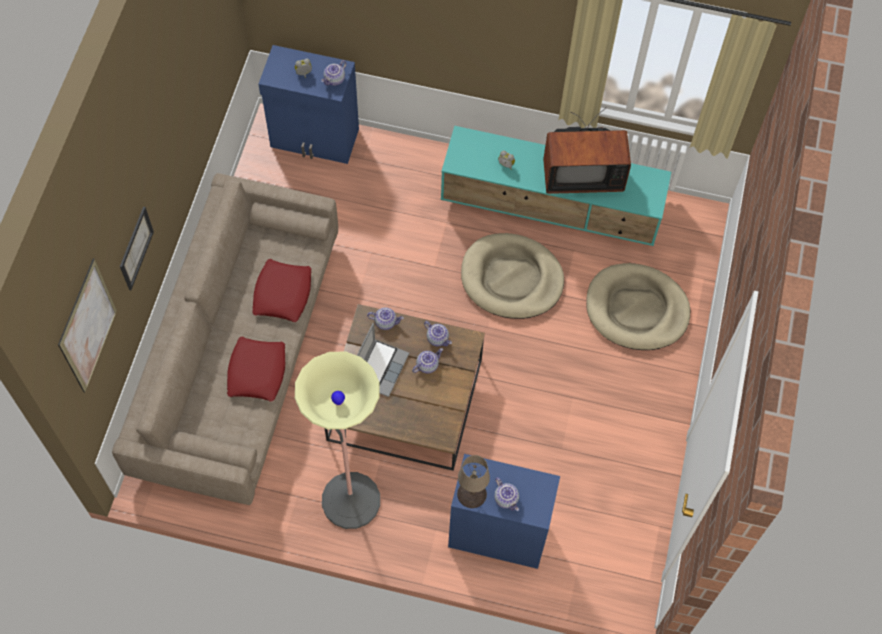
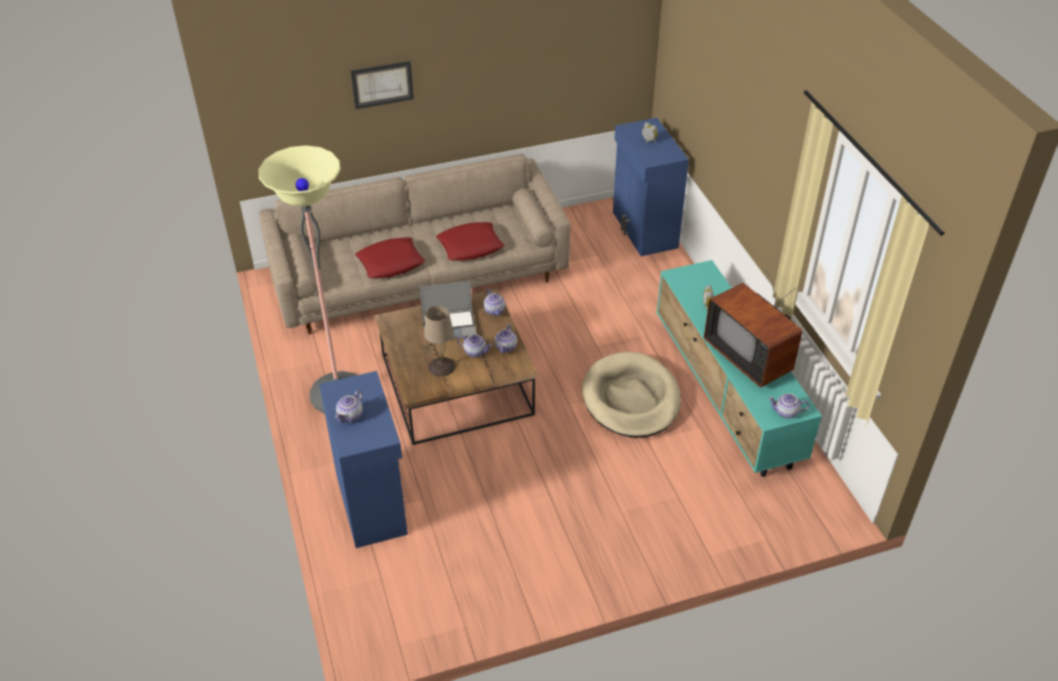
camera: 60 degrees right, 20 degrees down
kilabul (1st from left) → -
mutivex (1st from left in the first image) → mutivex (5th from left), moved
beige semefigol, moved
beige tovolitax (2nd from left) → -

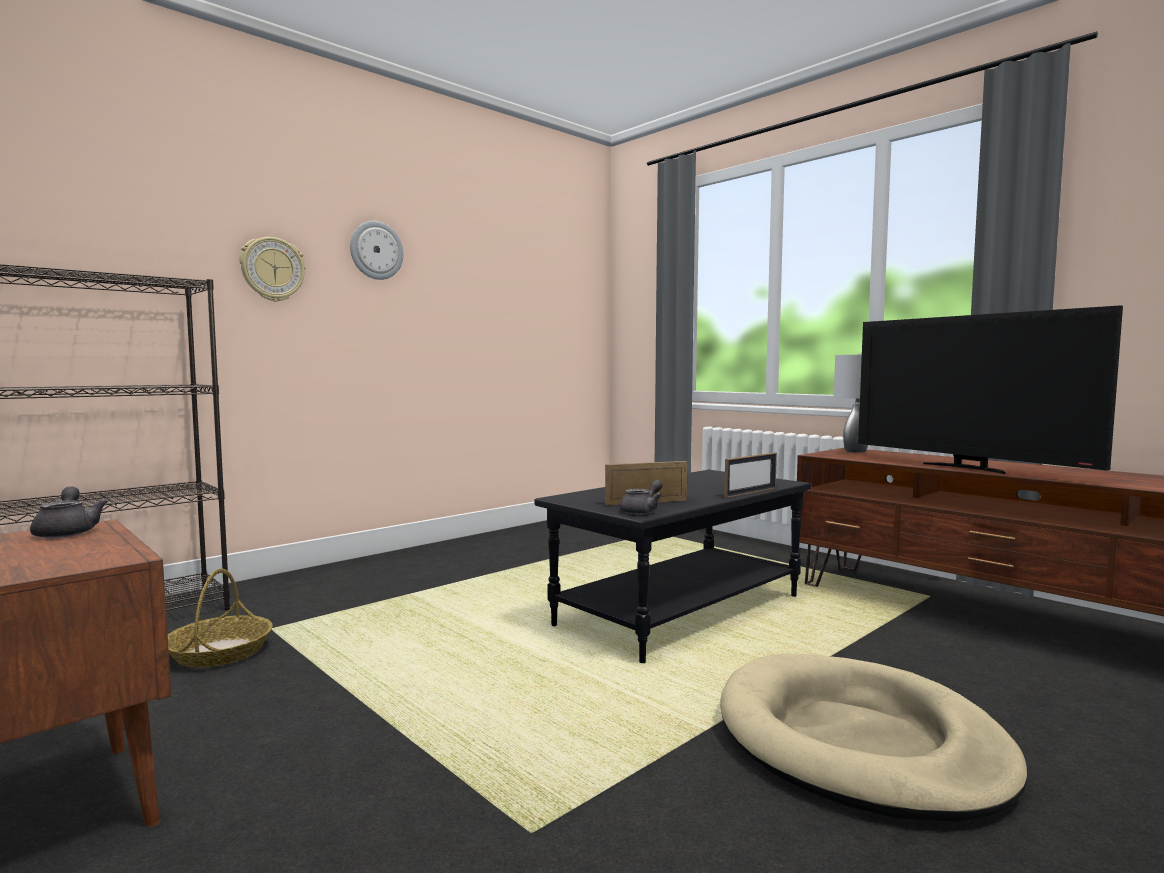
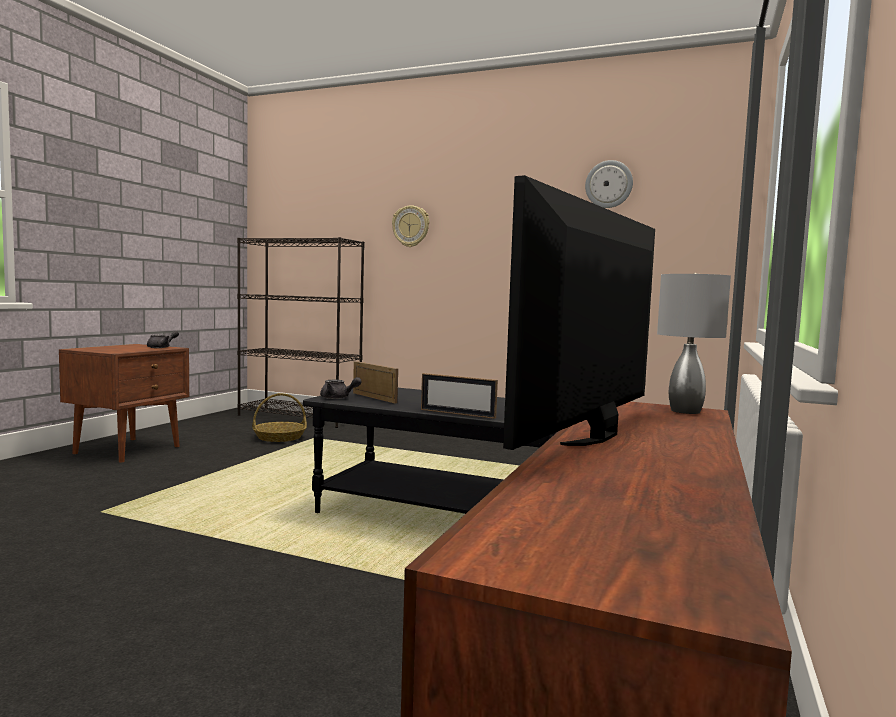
camera: 65 degrees right, 0 degrees up
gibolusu (2nd from left), moved
beige tovolitax → -

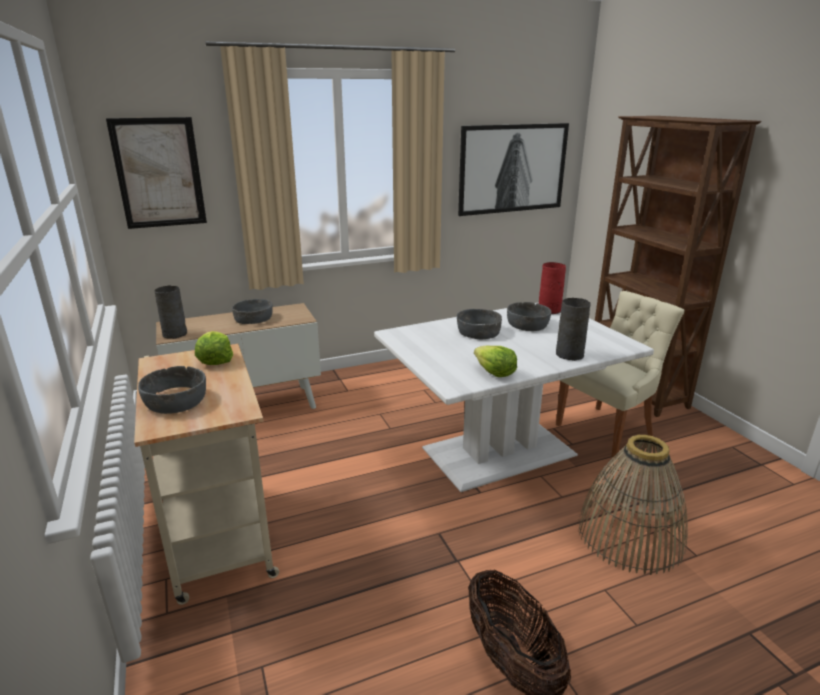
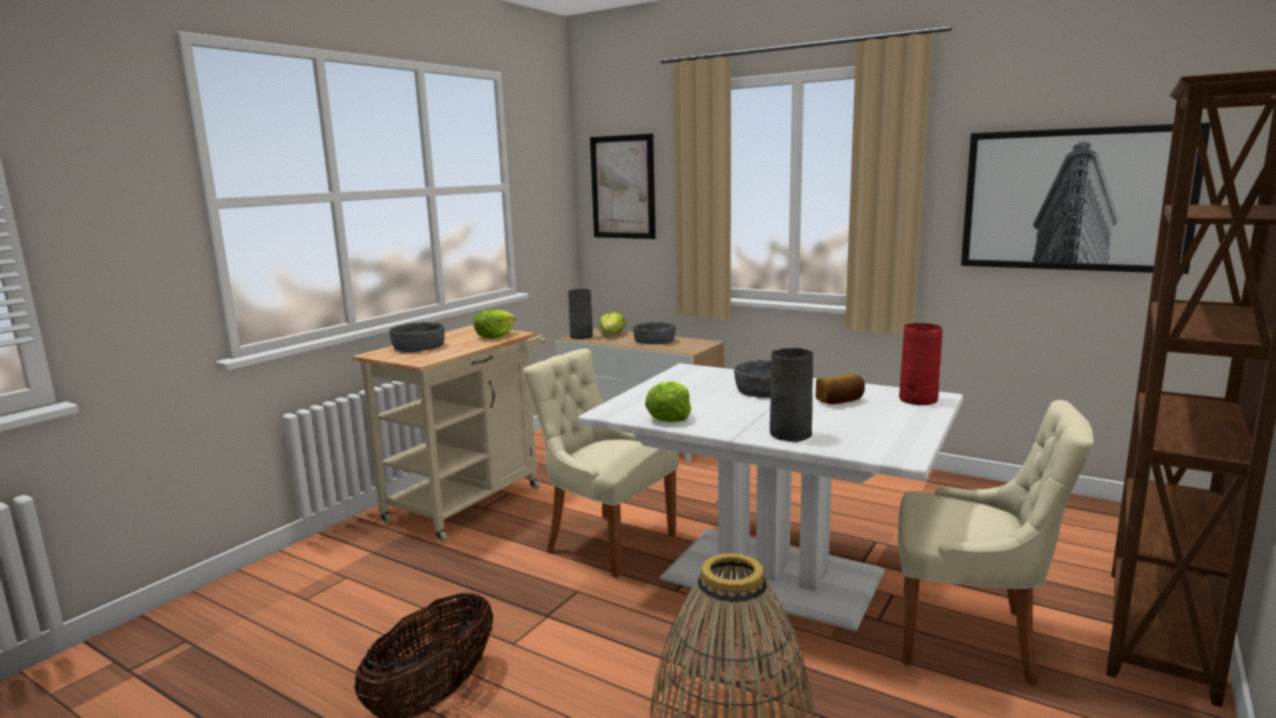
camera: 55 degrees right, 10 degrees down
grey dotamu (4th from left) → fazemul
- → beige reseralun (1st from left)
- → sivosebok (2nd from left)

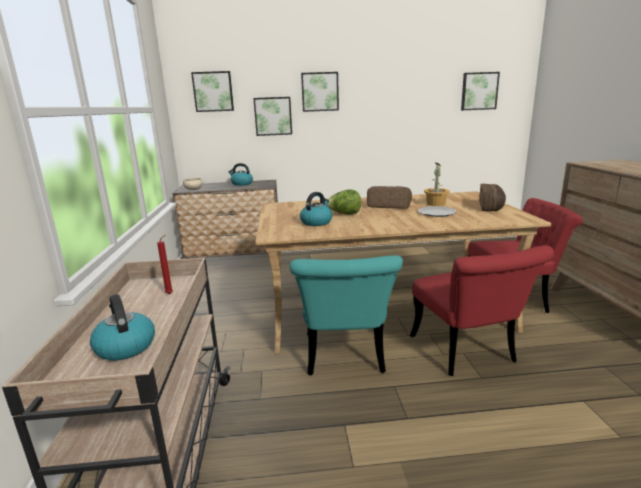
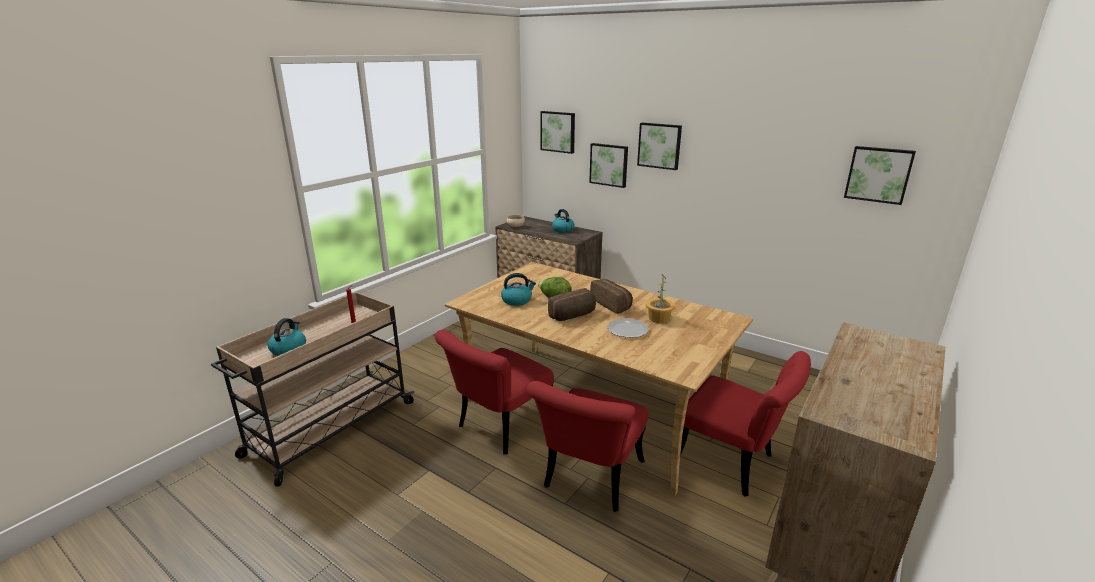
camera: 40 degrees right, 5 degrees up
turquoise reseralun → red reseralun (1st from left)
fazemul (2nd from left in the first image) → fazemul (1st from left), moved

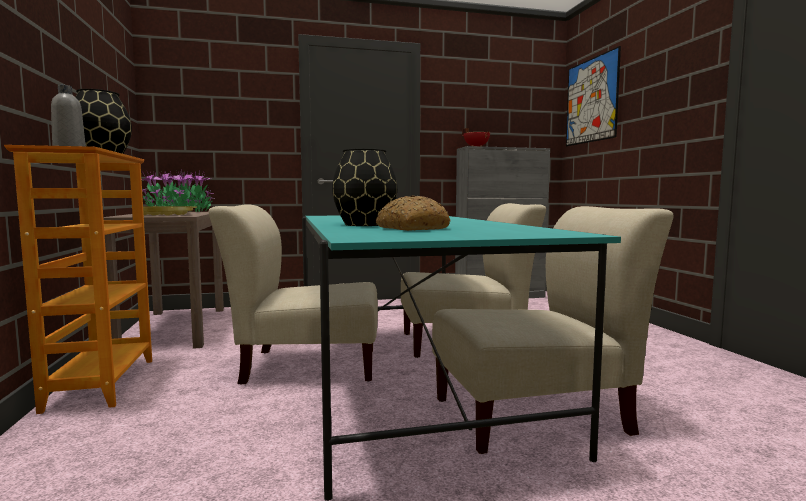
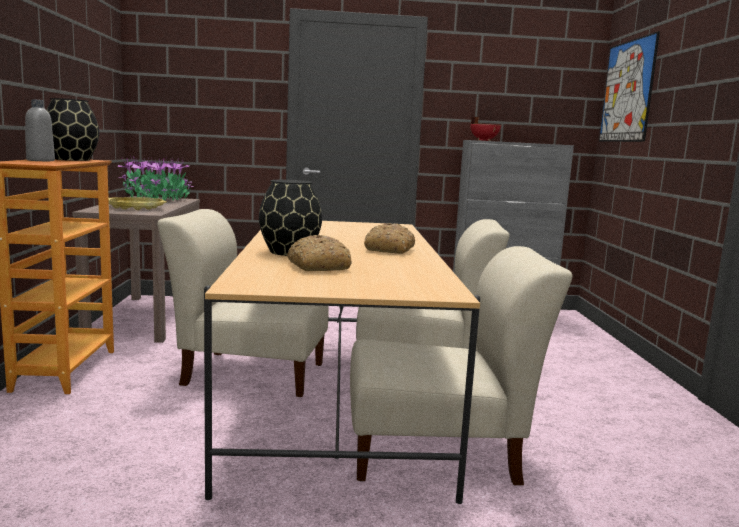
camera: 10 degrees right, 5 degrees up
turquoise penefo → beige penefo
- → fazemul (2nd from left)

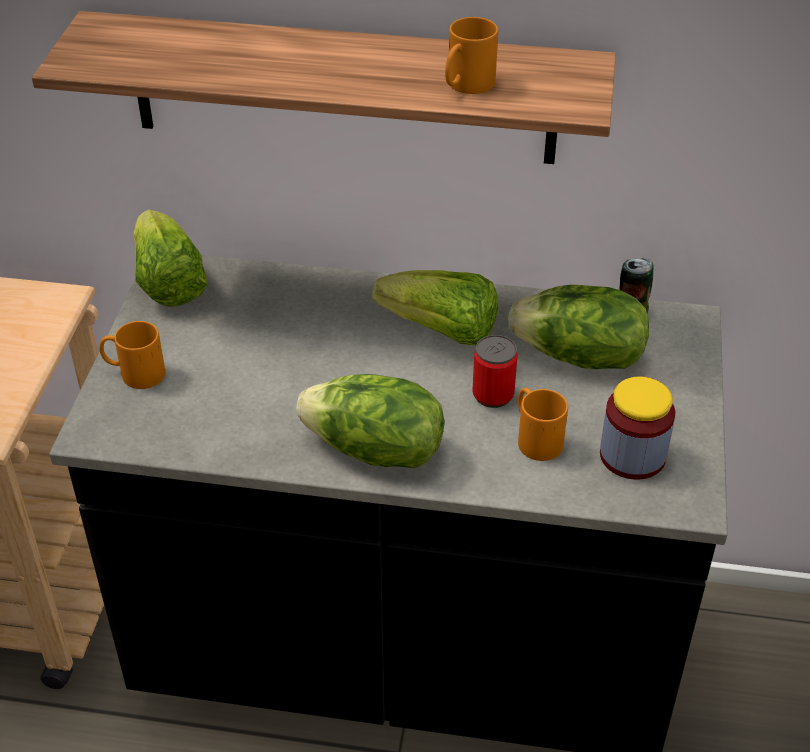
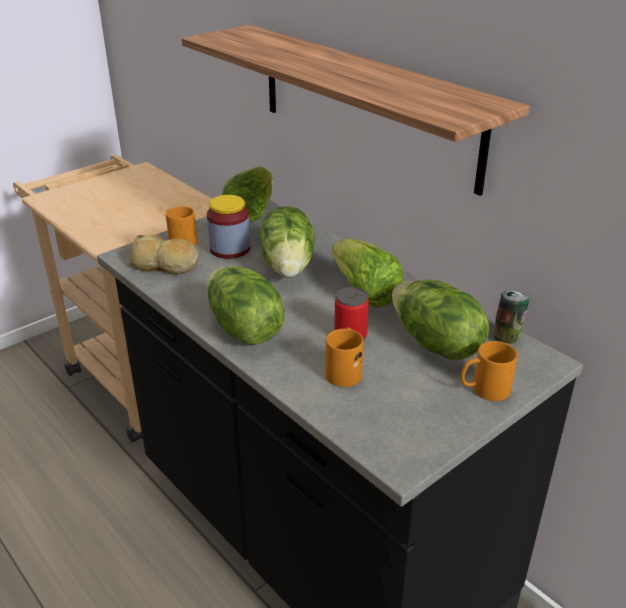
camera: 40 degrees right, 10 degrees down
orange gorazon (2nd from left in the first image) → orange gorazon (3rd from left), moved
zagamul, moved
- → fazemul
- → sivosebok (3rd from left)

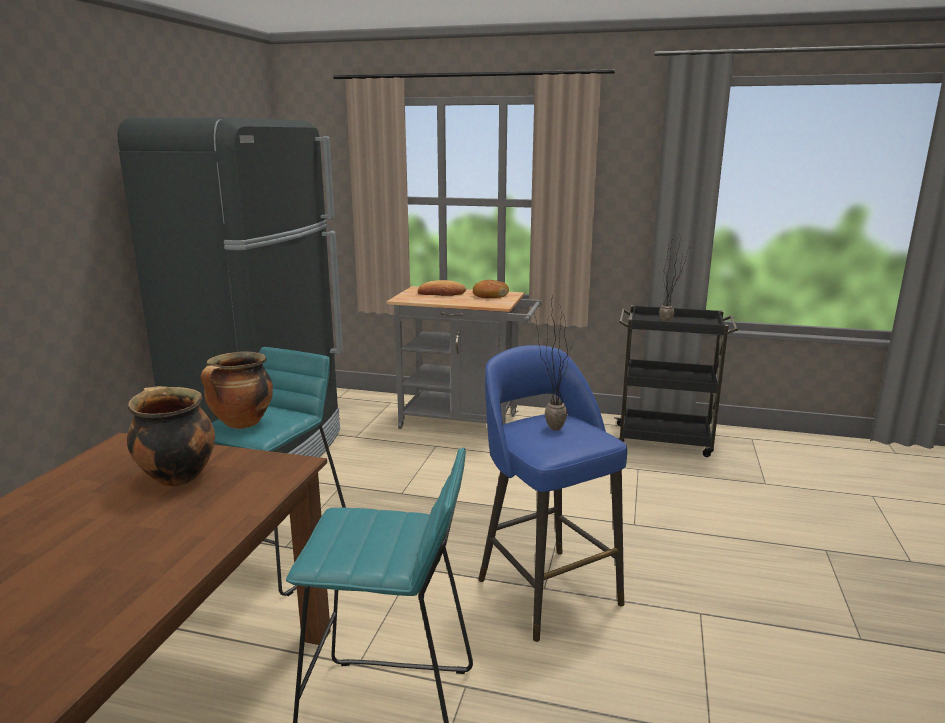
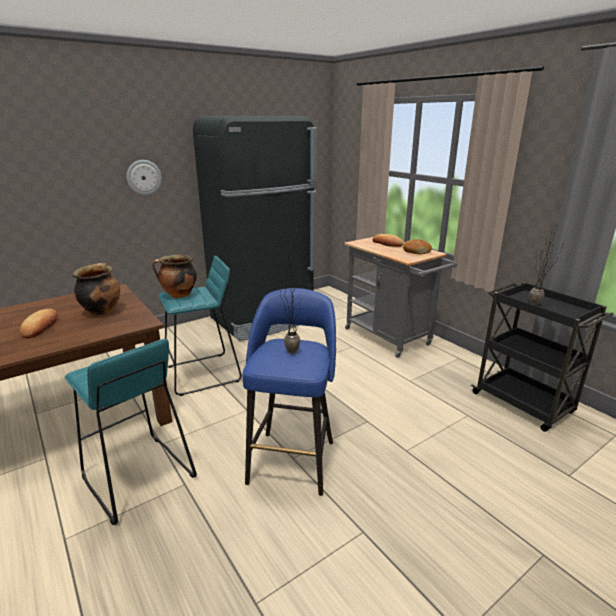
camera: 40 degrees right, 5 degrees up
- → fazemul (1st from left)
- → gibolusu

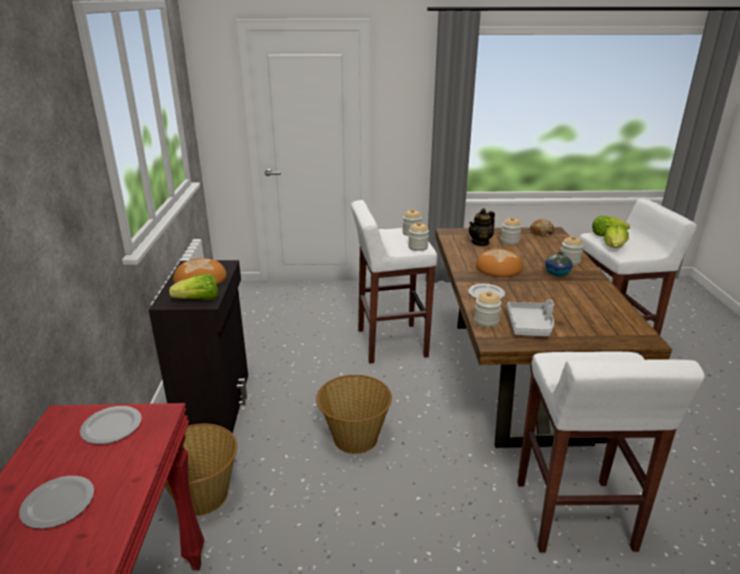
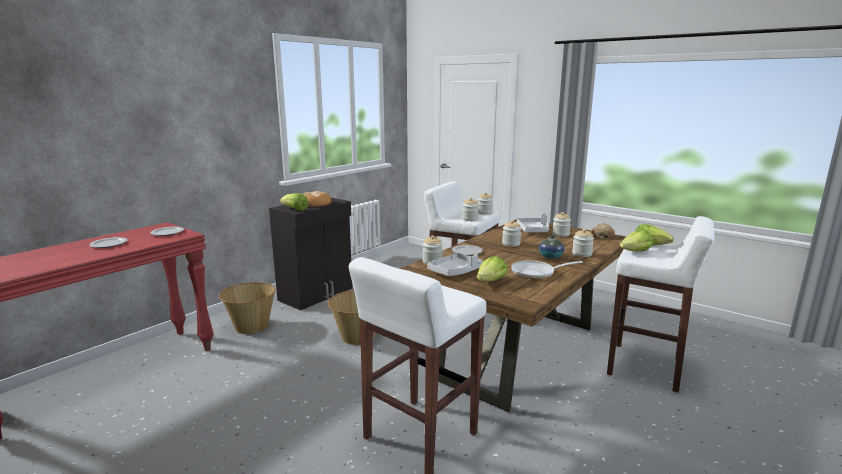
camera: 40 degrees right, 10 degrees down
mutivex → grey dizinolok (2nd from left)
fazemul (2nd from left) → zagamul (4th from left)
- → sivosebok (2nd from left)
- → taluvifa

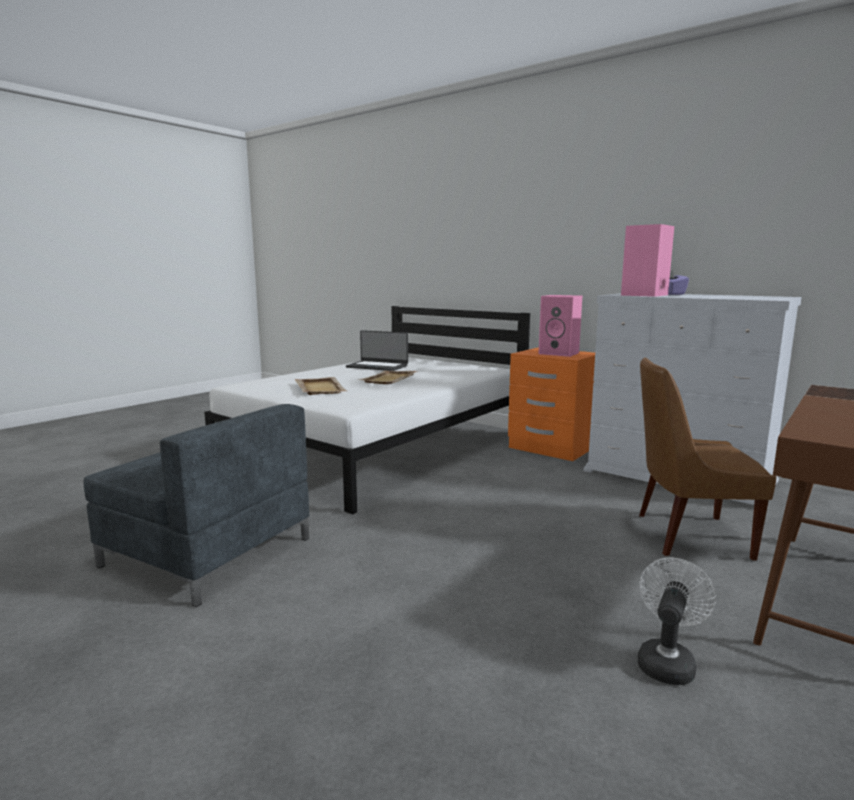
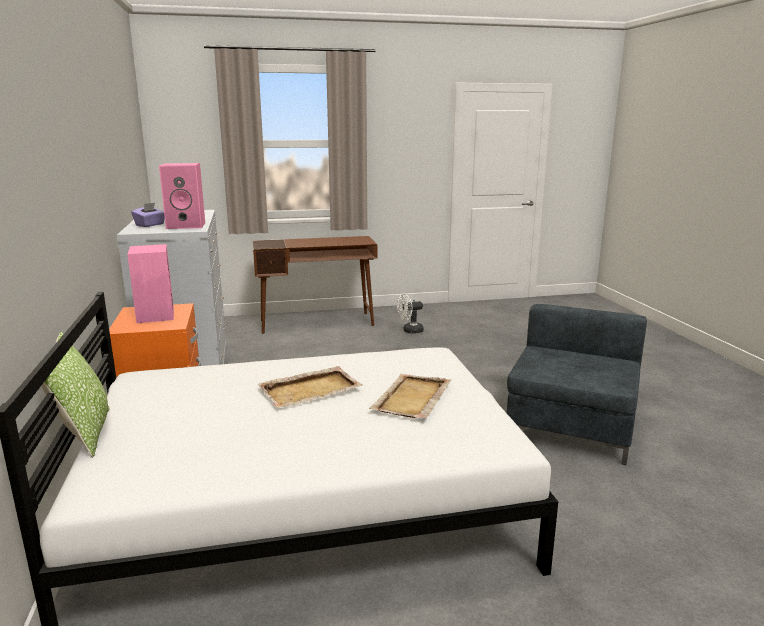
camera: 140 degrees left, 5 degrees up
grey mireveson, 45 degrees clockwise
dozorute → -
brown reseralun → -
- → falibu

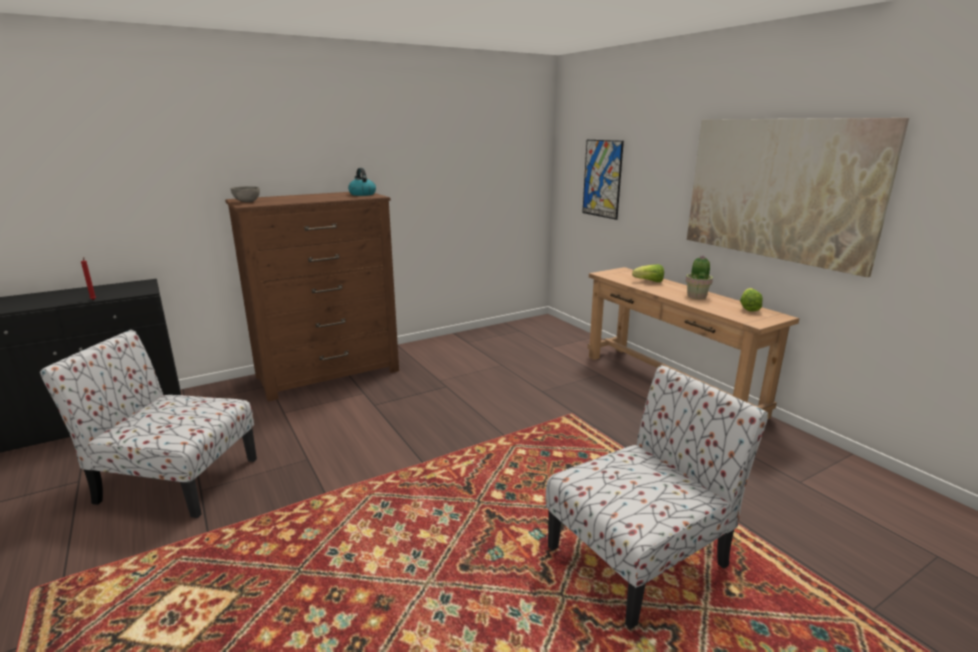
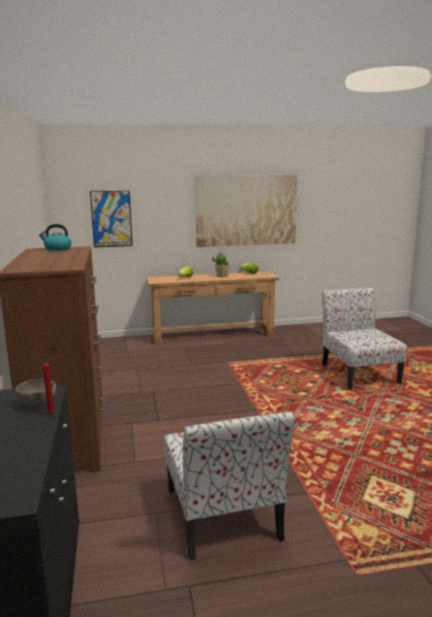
camera: 70 degrees left, 5 degrees down
reseralun (1st from left), 45 degrees counterclockwise
grey dotamu, moved

